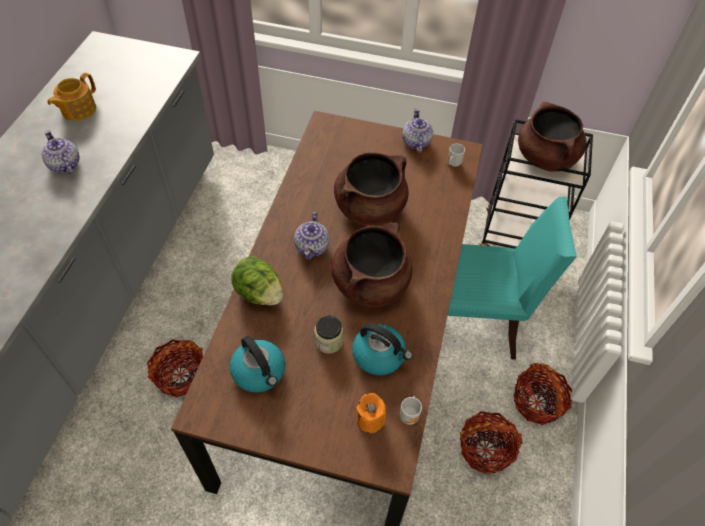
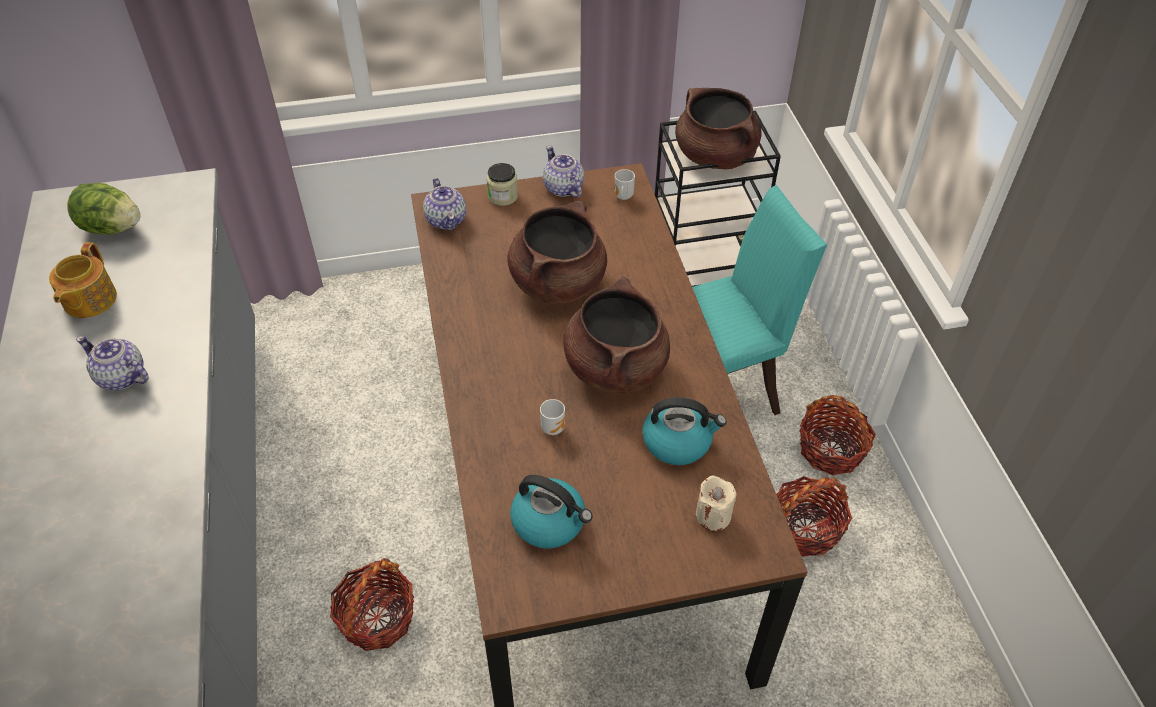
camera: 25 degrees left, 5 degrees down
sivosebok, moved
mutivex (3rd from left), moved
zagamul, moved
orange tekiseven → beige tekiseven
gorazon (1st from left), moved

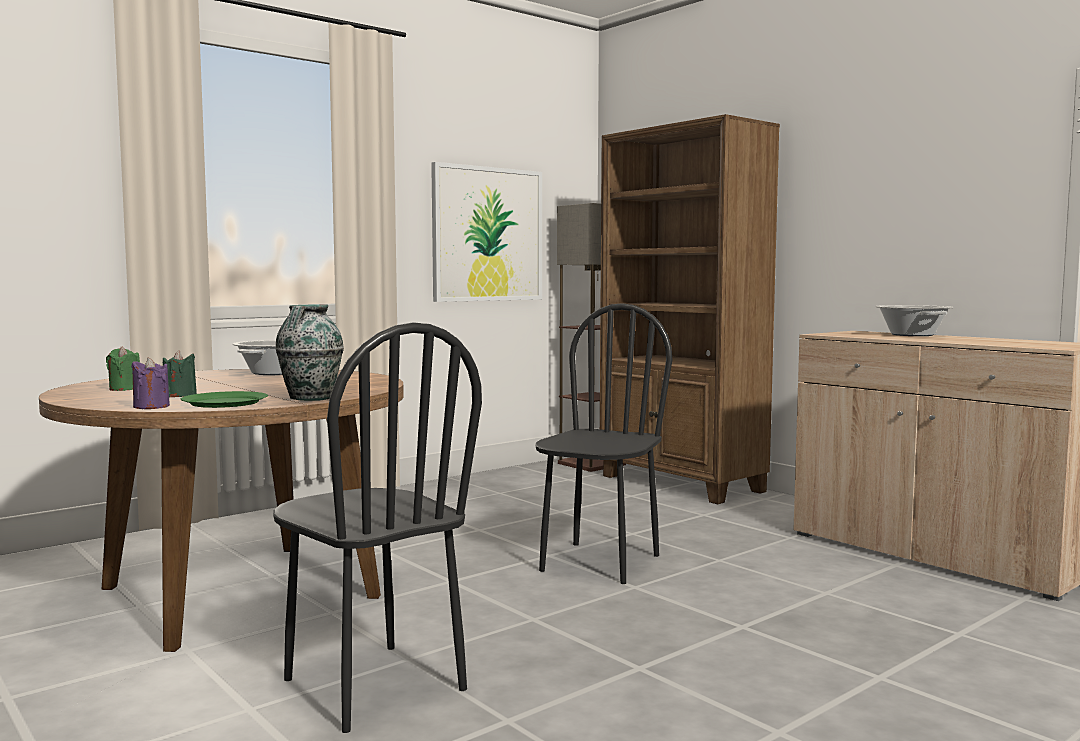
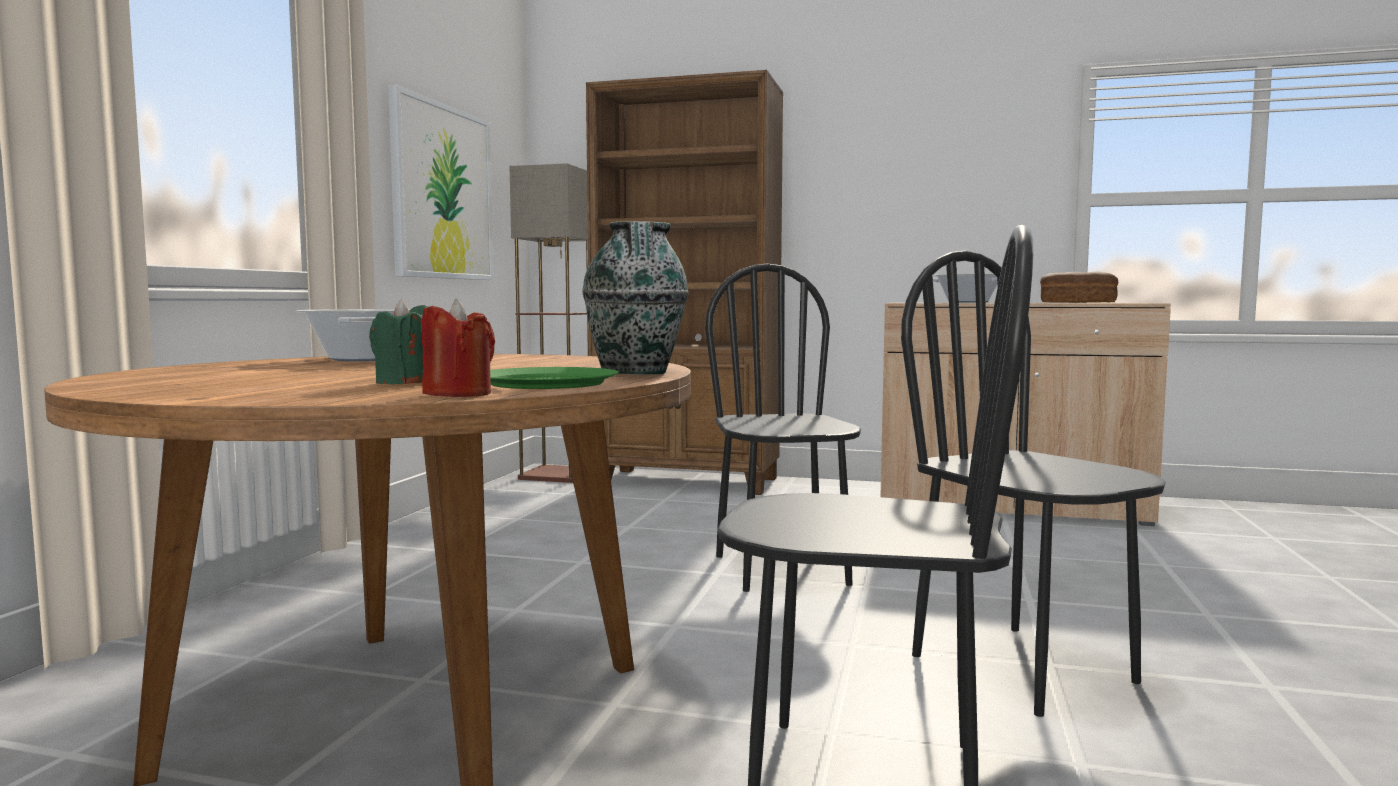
camera: 35 degrees left, 0 degrees up
green tekiseven (1st from left) → -
purple tekiseven → red tekiseven
- → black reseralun (3rd from left)
- → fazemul

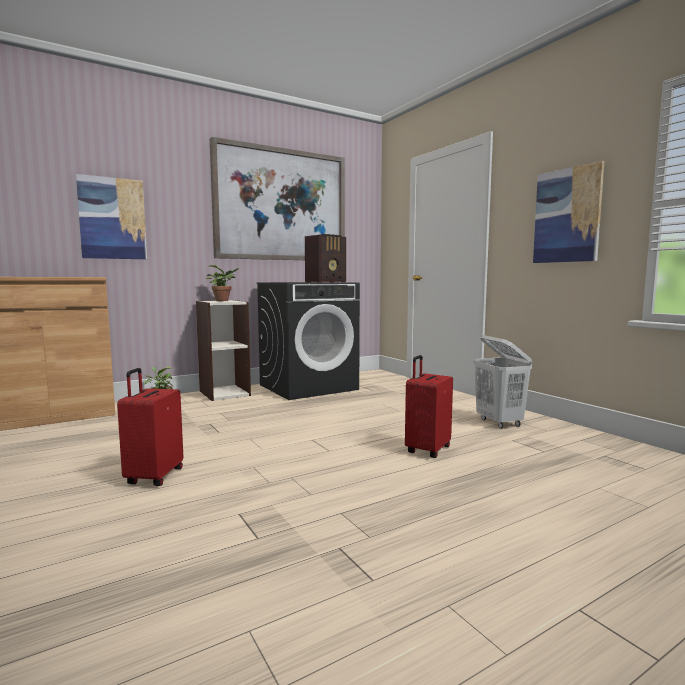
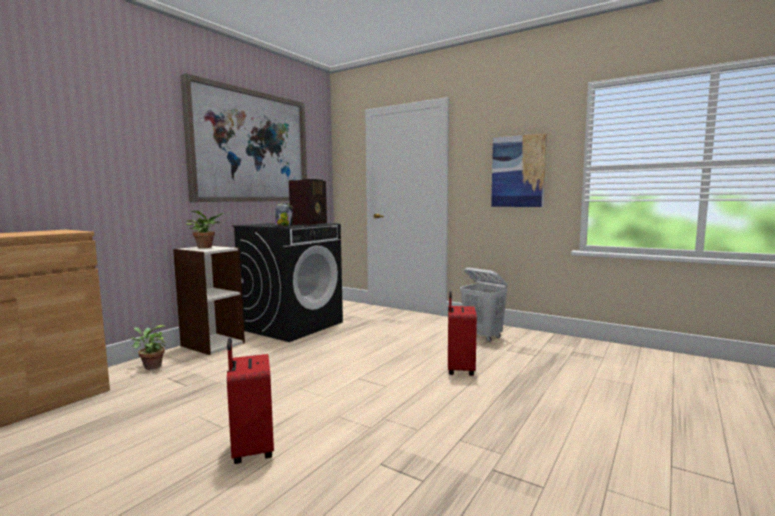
camera: 25 degrees left, 0 degrees up
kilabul (1st from left) → -
- → zagamul

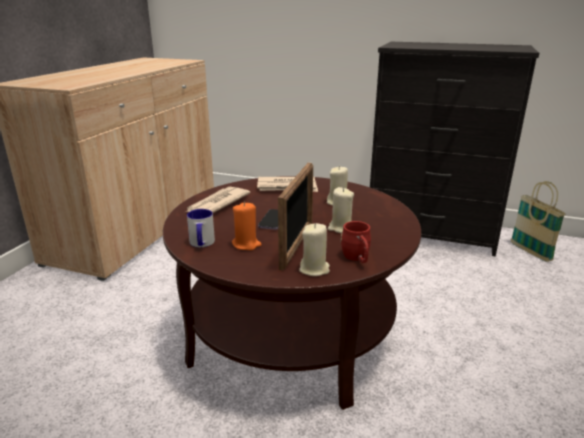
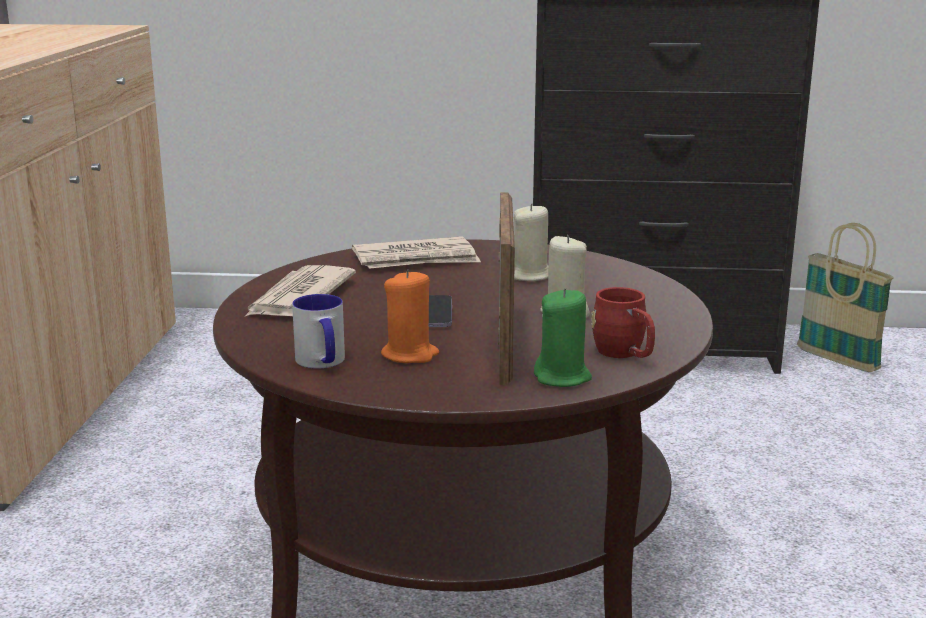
camera: 15 degrees left, 5 degrees down
beige tekiseven (1st from left) → green tekiseven

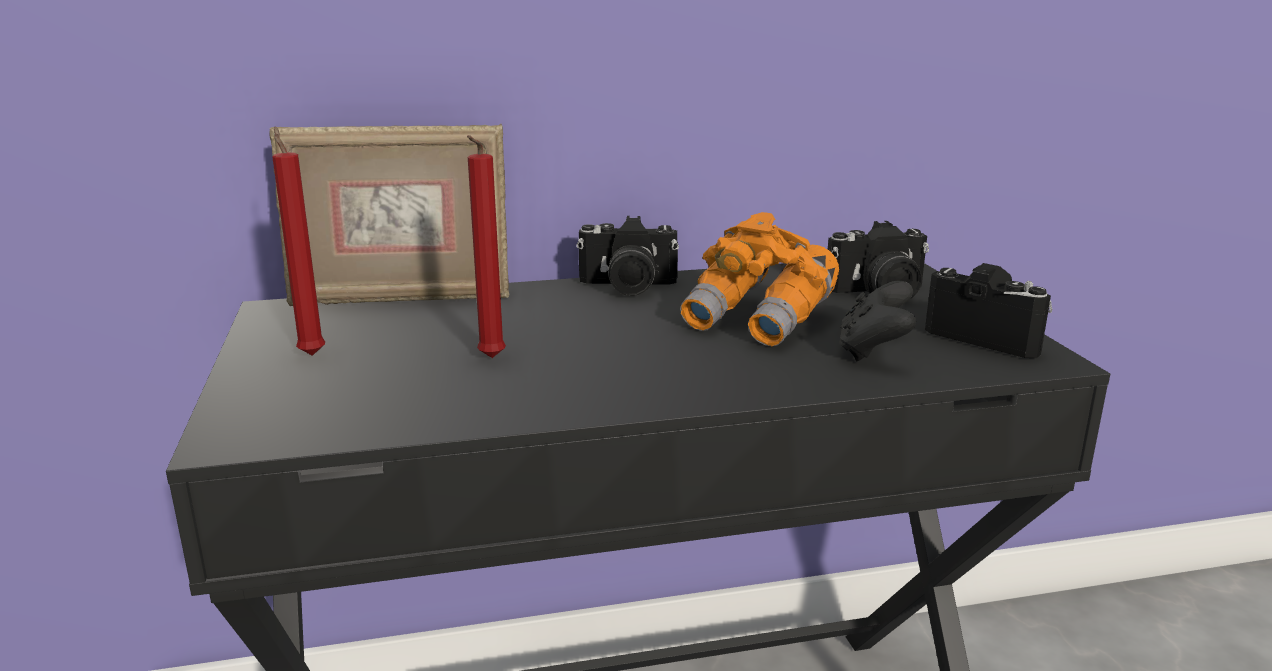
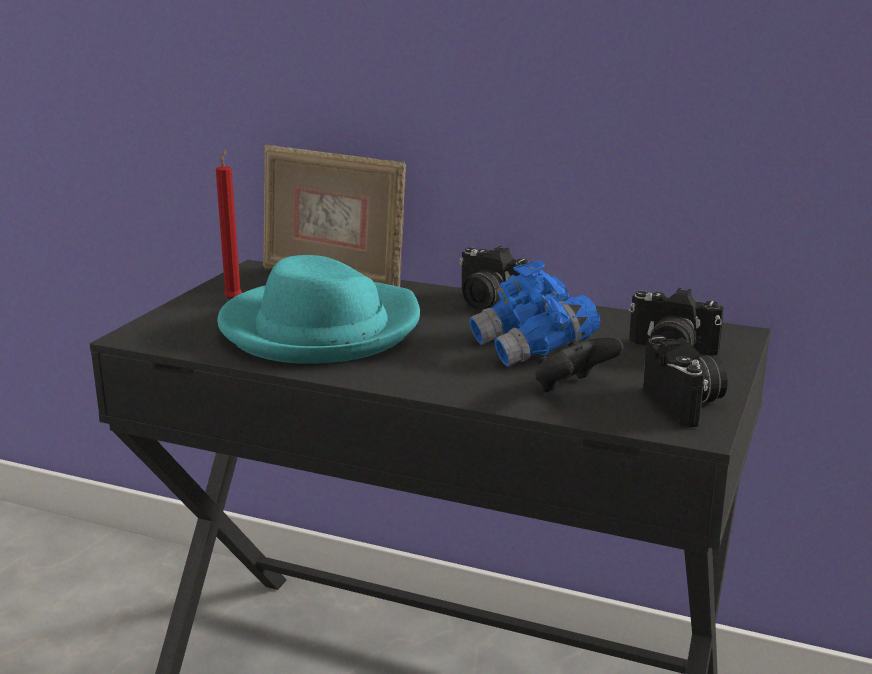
camera: 35 degrees right, 0 degrees up
red tekiseven (2nd from left) → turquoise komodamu
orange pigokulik → blue pigokulik

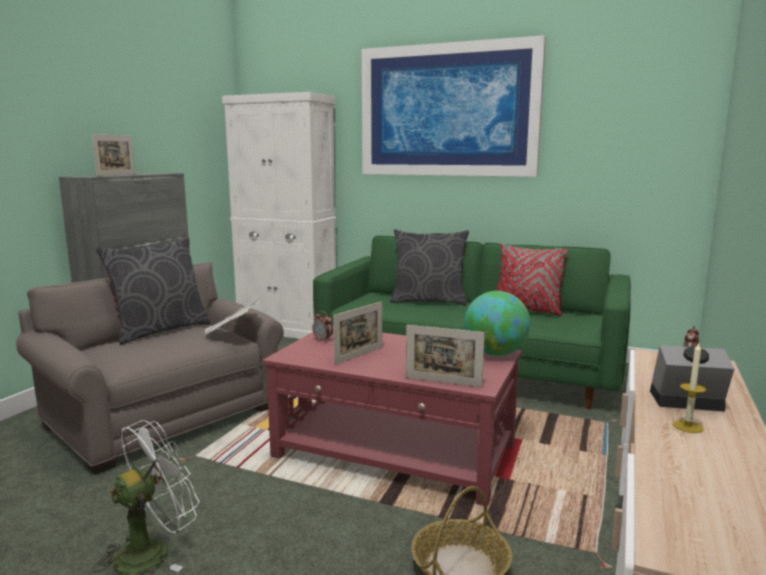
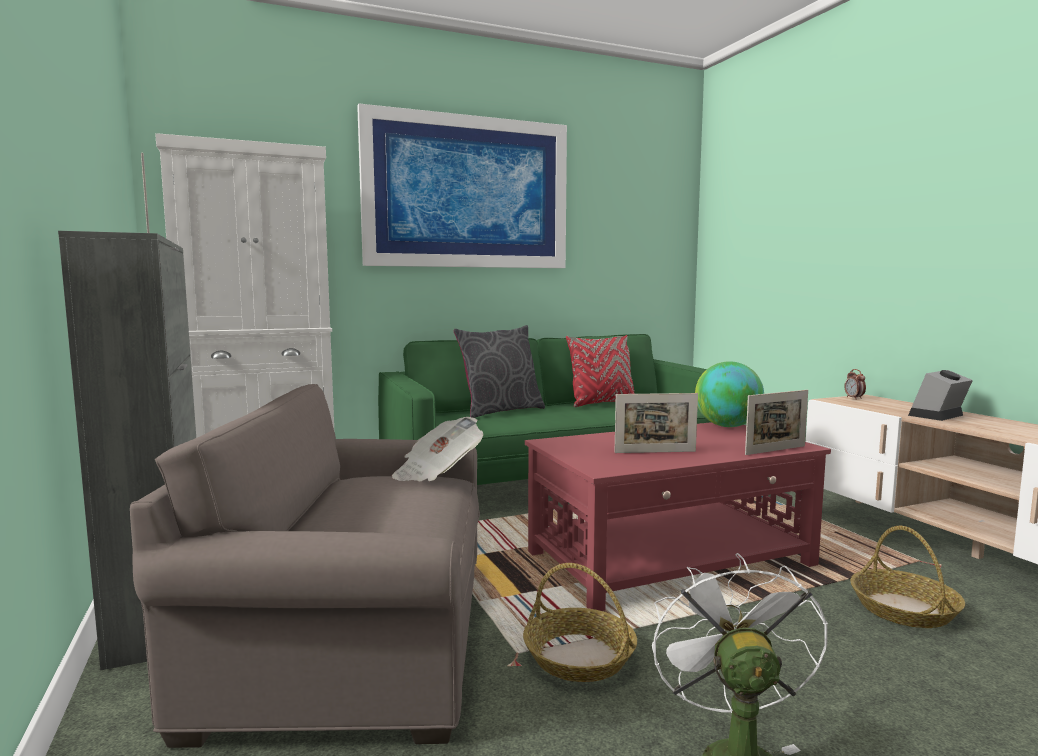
camera: 45 degrees left, 5 degrees down
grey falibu (1st from left) → -
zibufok (1st from left) → -
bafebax (2nd from left), 90 degrees clockwise
tekiseven → -
- → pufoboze (1st from left)

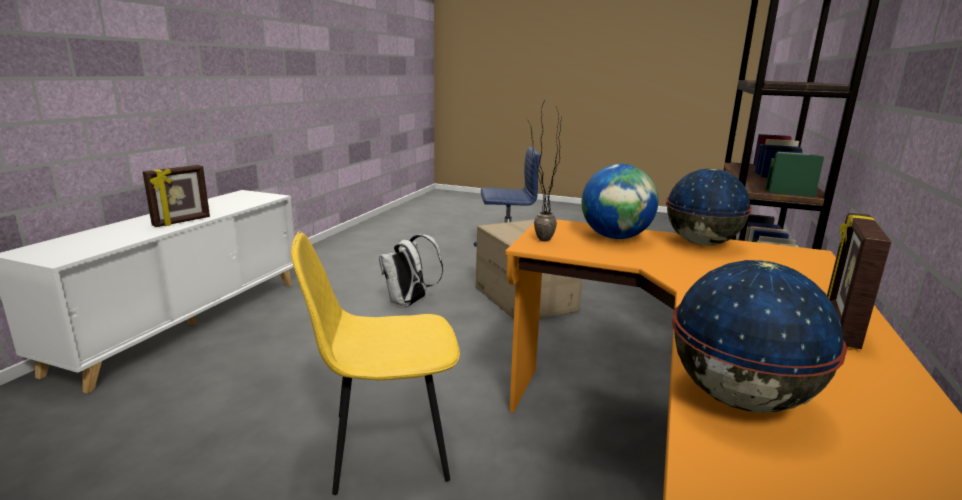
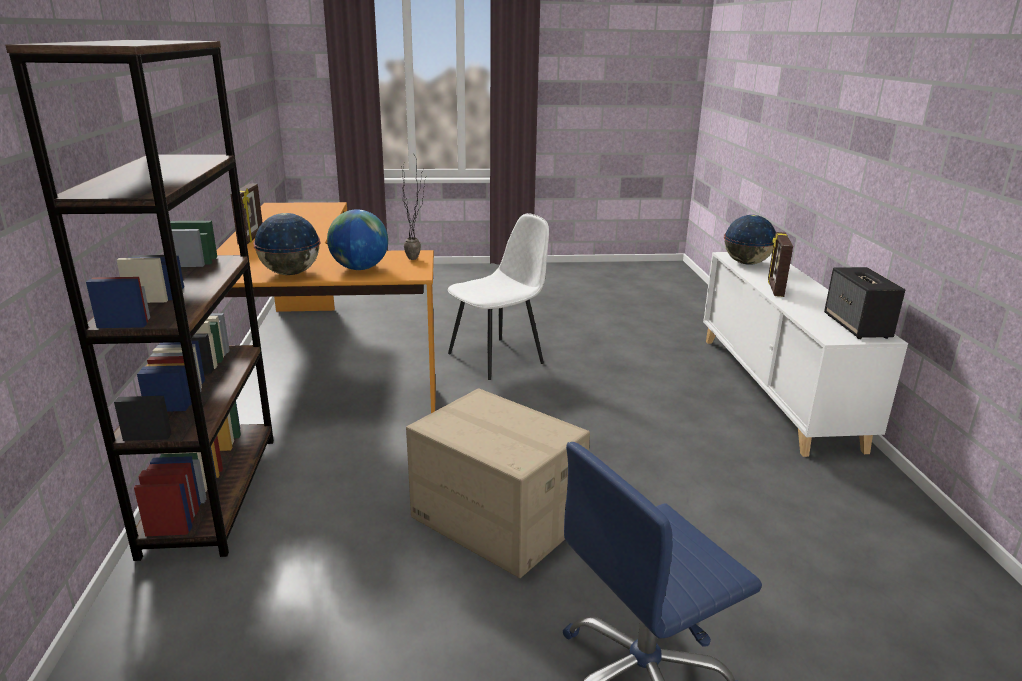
camera: 155 degrees right, 5 degrees up
yellow reseralun → white reseralun
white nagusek → -
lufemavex (3rd from left), moved
- → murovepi

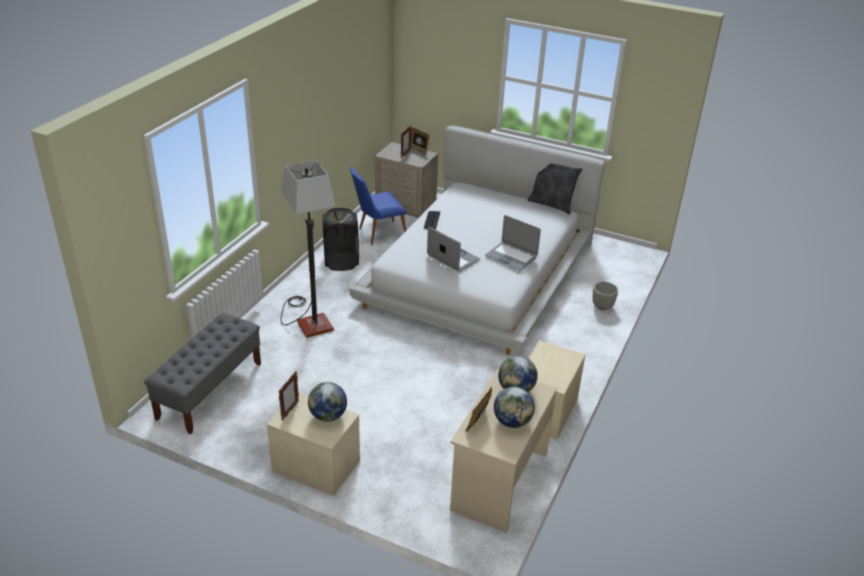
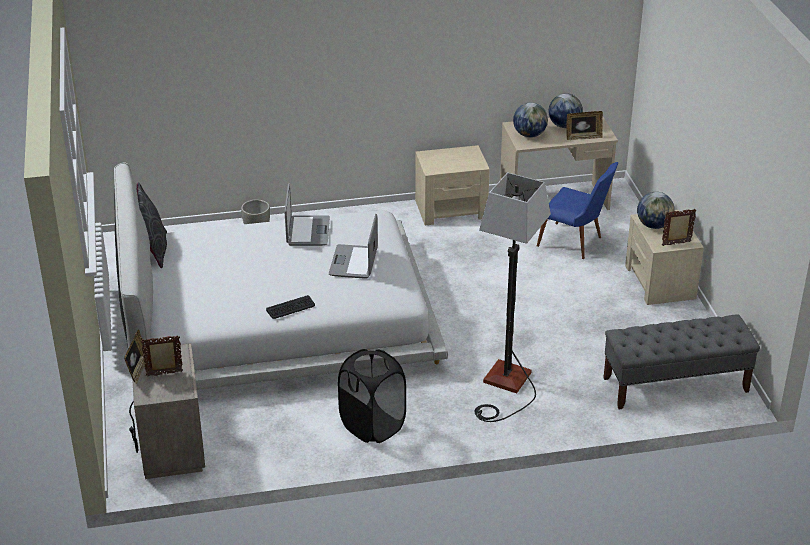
camera: 125 degrees left, 0 degrees up
blue reseralun, moved

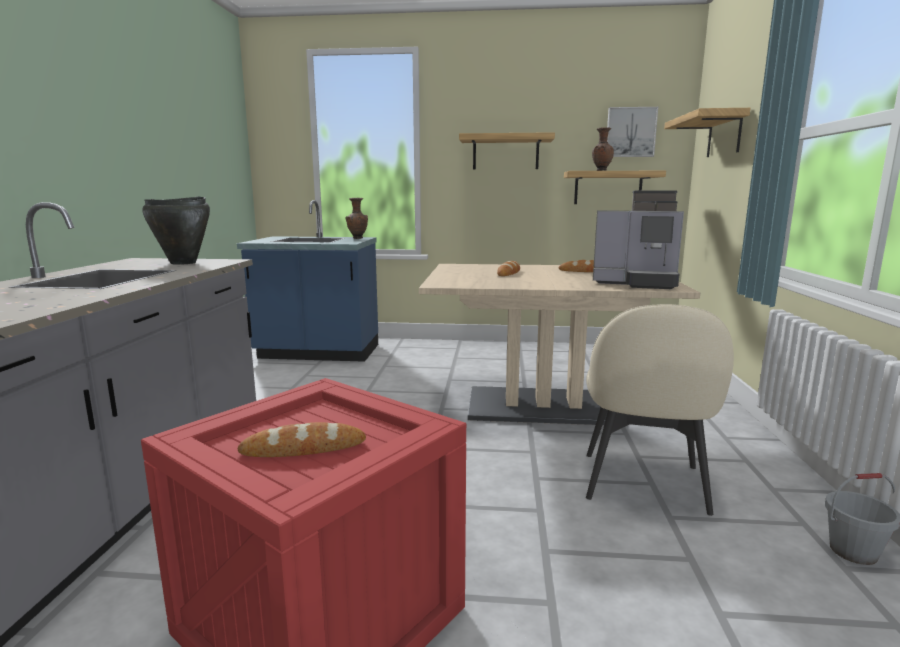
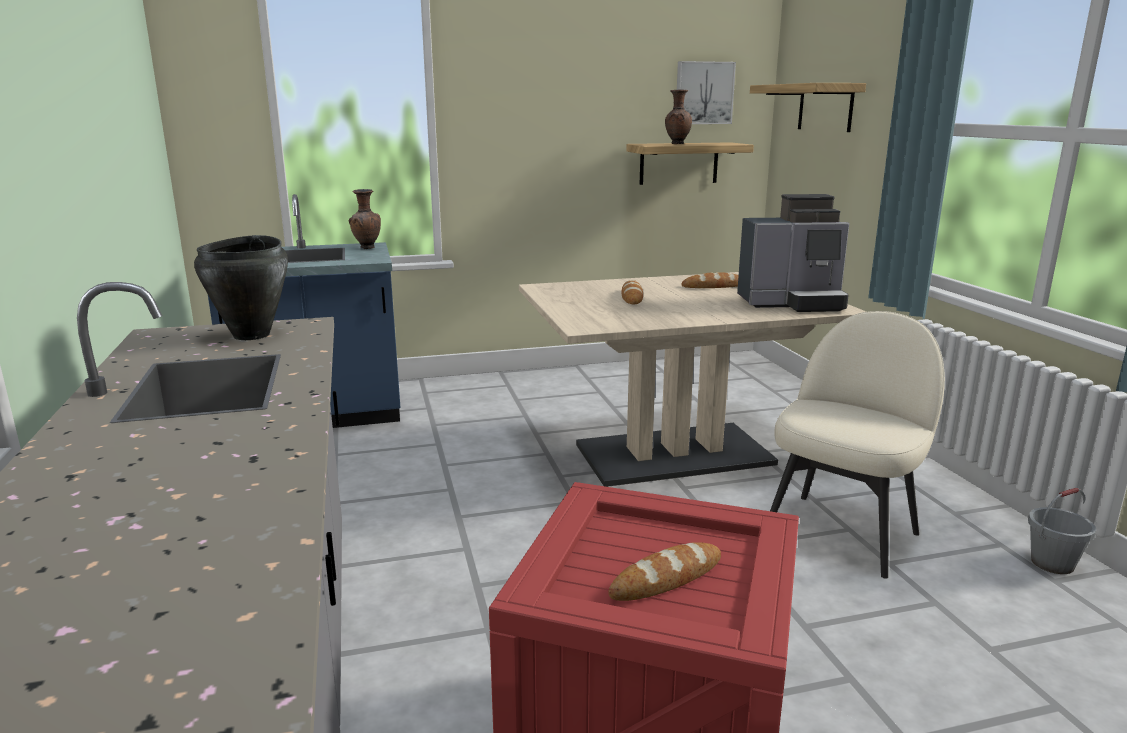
camera: 20 degrees left, 5 degrees up
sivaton (1st from left) → -
beige reseralun, 135 degrees counterclockwise

